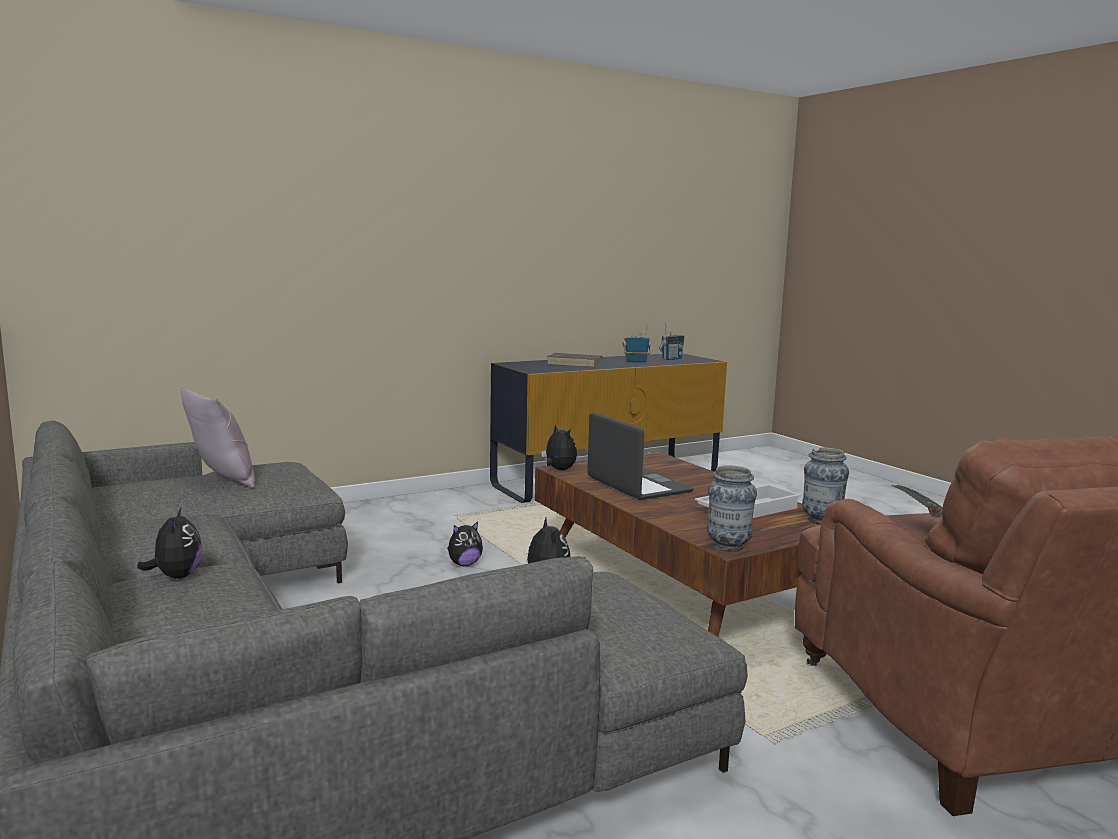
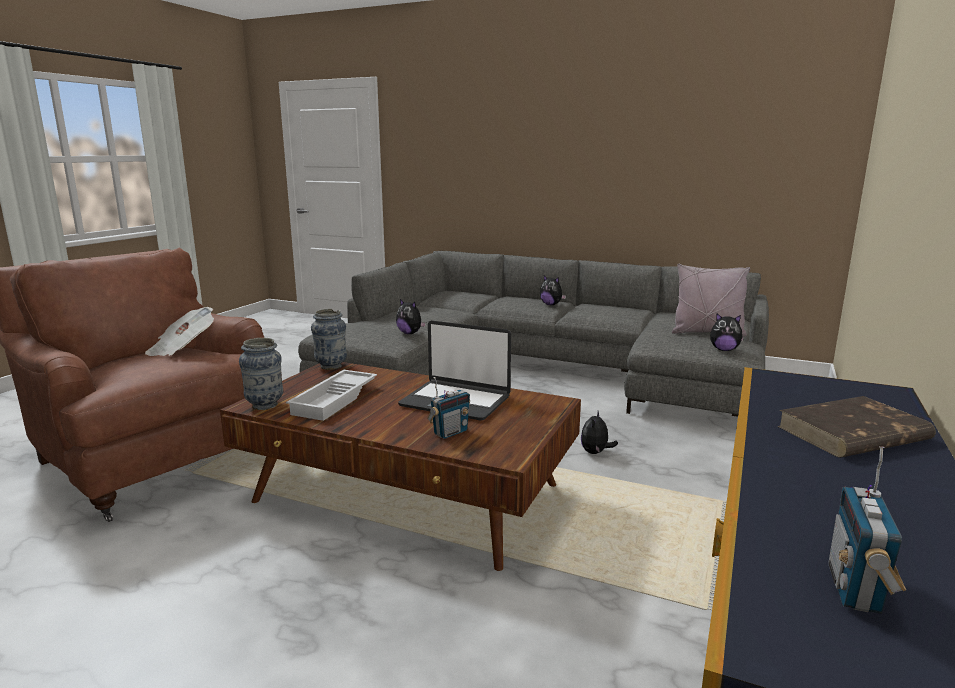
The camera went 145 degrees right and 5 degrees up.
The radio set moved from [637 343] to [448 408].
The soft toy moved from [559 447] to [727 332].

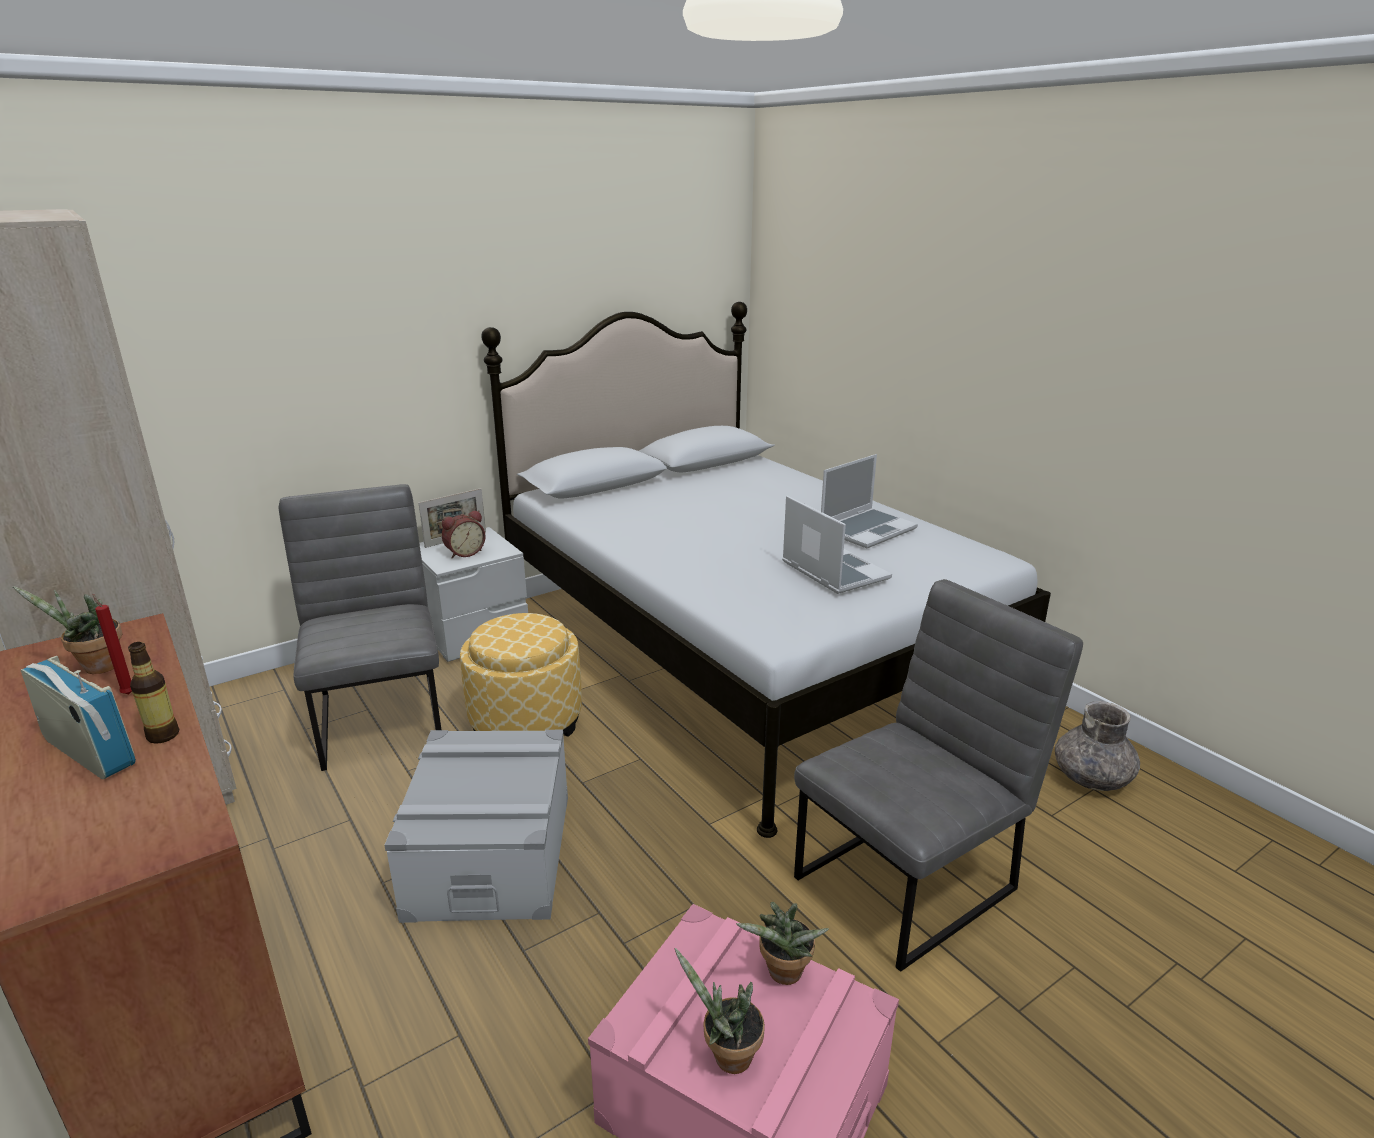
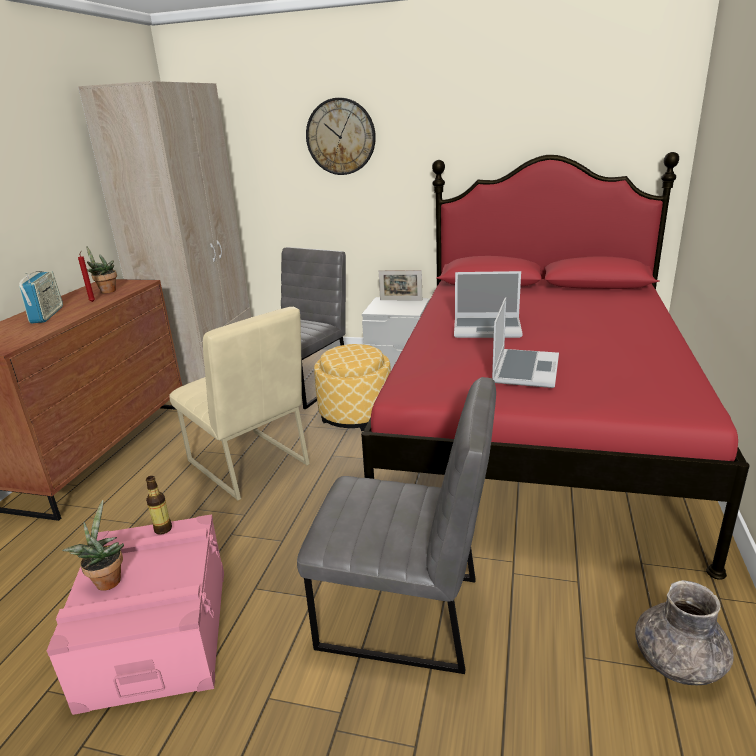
The camera went 50 degrees right and 0 degrees up.
The white-coloured sleeping bed at [766 570] became the reddish sleeping bed at [555 366].
The notebook computer moved from [869 501] to [488 304].
The table clock at [464 534] disappeared.
The beverage bottle moved from [153 693] to [159 505].
The grey storage bin at [476 826] was replaced by the sand-coloured chair at [239 403].
The plant in a pot at [782 943] disappeared.
The clock on the wall at [341 136] appeared.

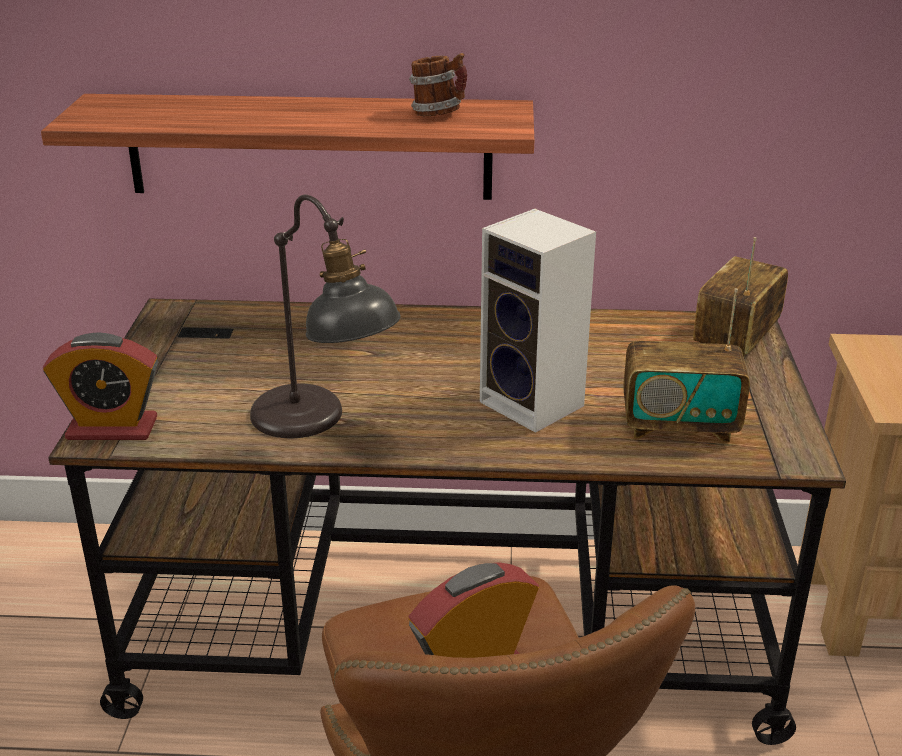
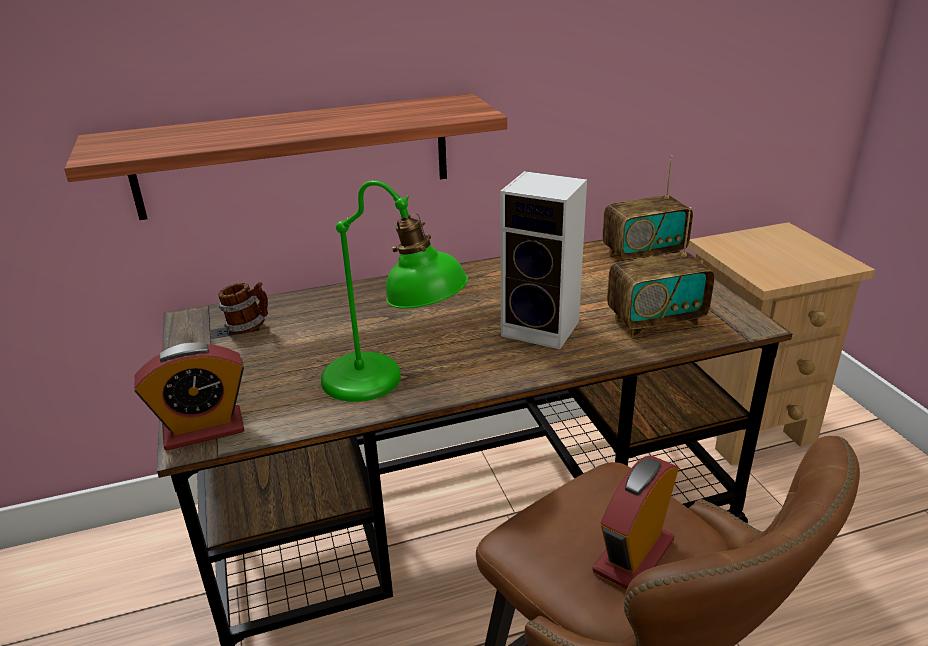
The camera went 20 degrees left and 0 degrees up.
The mug moved from [438 84] to [243 308].
The grey table lamp at [325 316] became the green table lamp at [394 291].
The radio set at [740 297] turned 120 degrees counterclockwise.

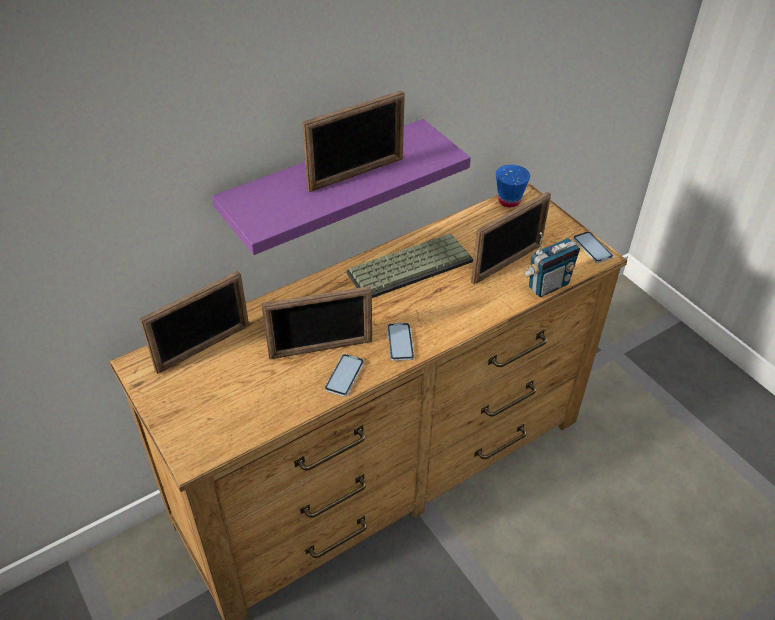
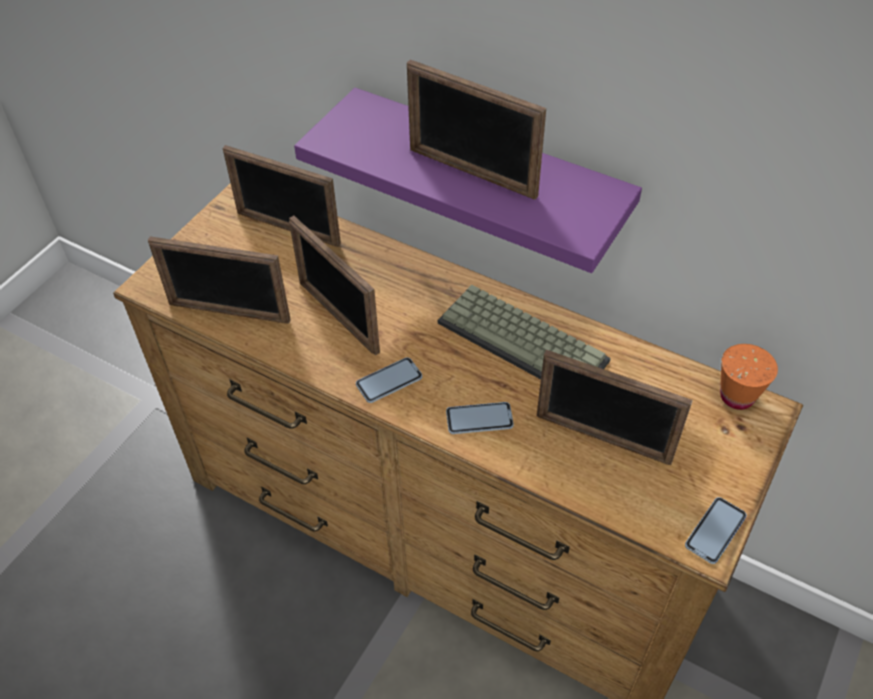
The camera went 65 degrees right and 5 degrees up.
The bluish cup at [513 186] became the orangey cup at [749 377].
The radio set at [551 264] disappeared.
The handset moved from [344 375] to [480 418].
The photo frame at [219 280] appeared.

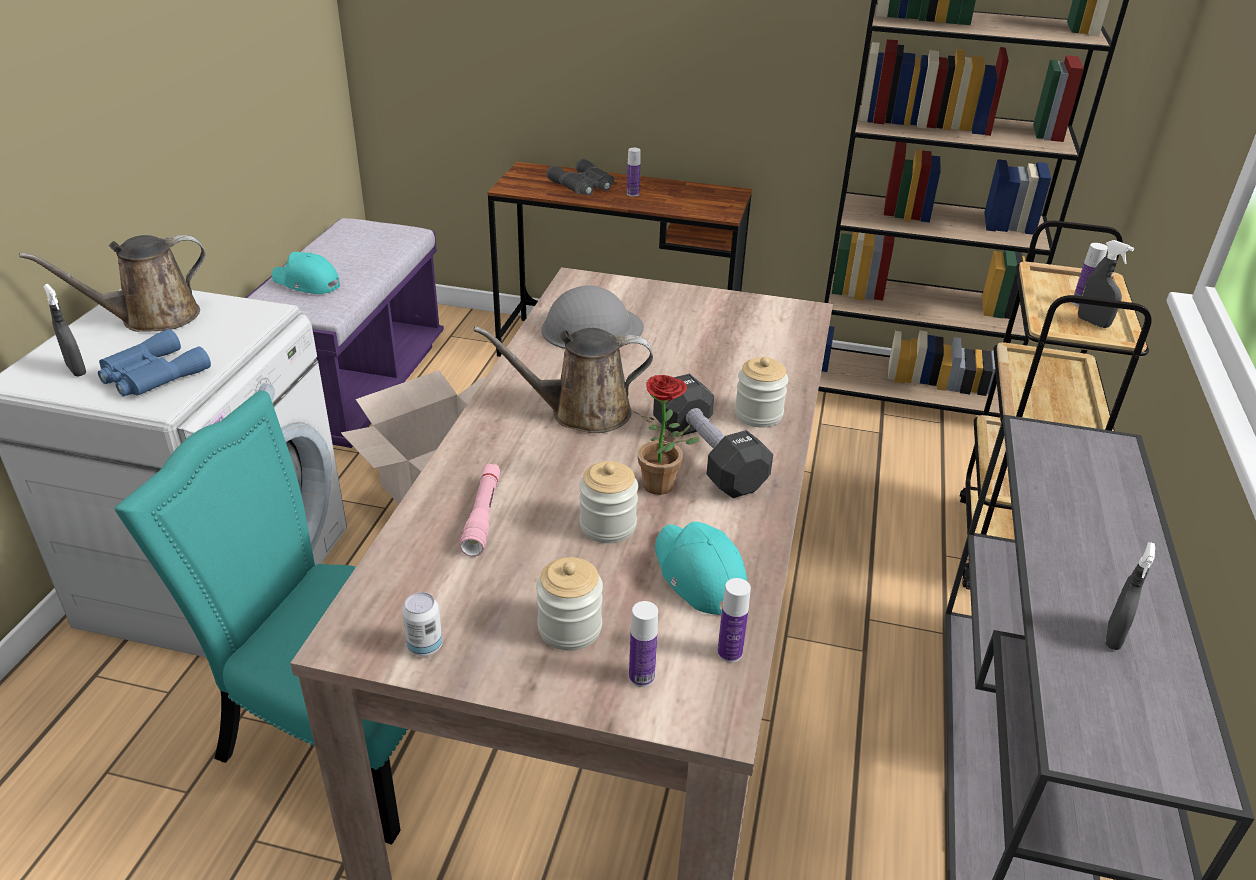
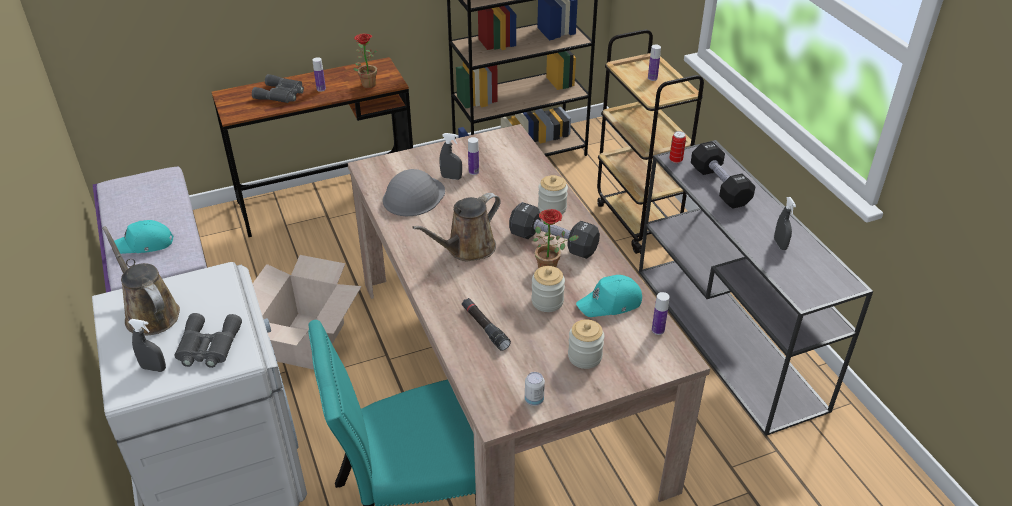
The camera went 35 degrees left and 5 degrees up.
The brownish watering pot at [112 283] turned 120 degrees clockwise.
The grey hand sprayer moved from [1106 284] to [451 156].
The bluish binoculars at [154 363] became the grey binoculars at [208 340].
The pink-coloured hand torch at [480 510] became the black hand torch at [486 324].
The blue-green peaked cap at [701 568] turned 45 degrees counterclockwise.
The beverage bottle moved from [643 644] to [473 156].
The plant in a pot at [365 61] appeared.
The metal can at [677 147] appeared.
The black dumbbell at [723 175] appeared.

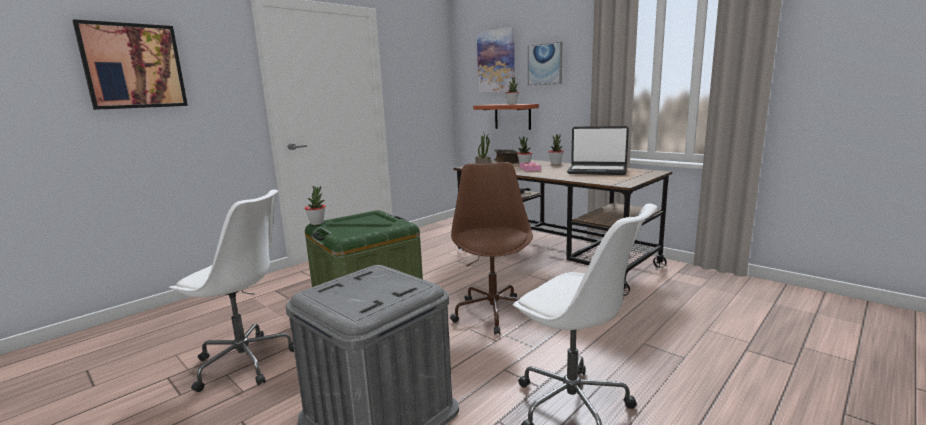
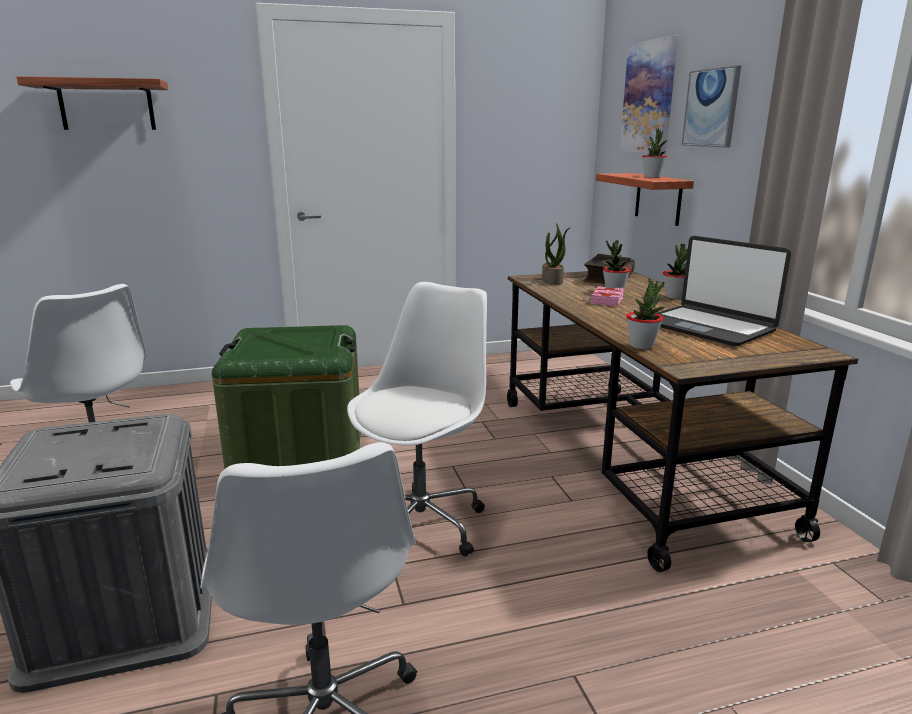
The camera went 30 degrees right and 5 degrees up.
The picture at [130 64] was replaced by the wall shelf at [92 103].
The brownish office chair at [491 248] became the white-coloured office chair at [417 419].
The plant in a pot moved from [315 205] to [645 314].

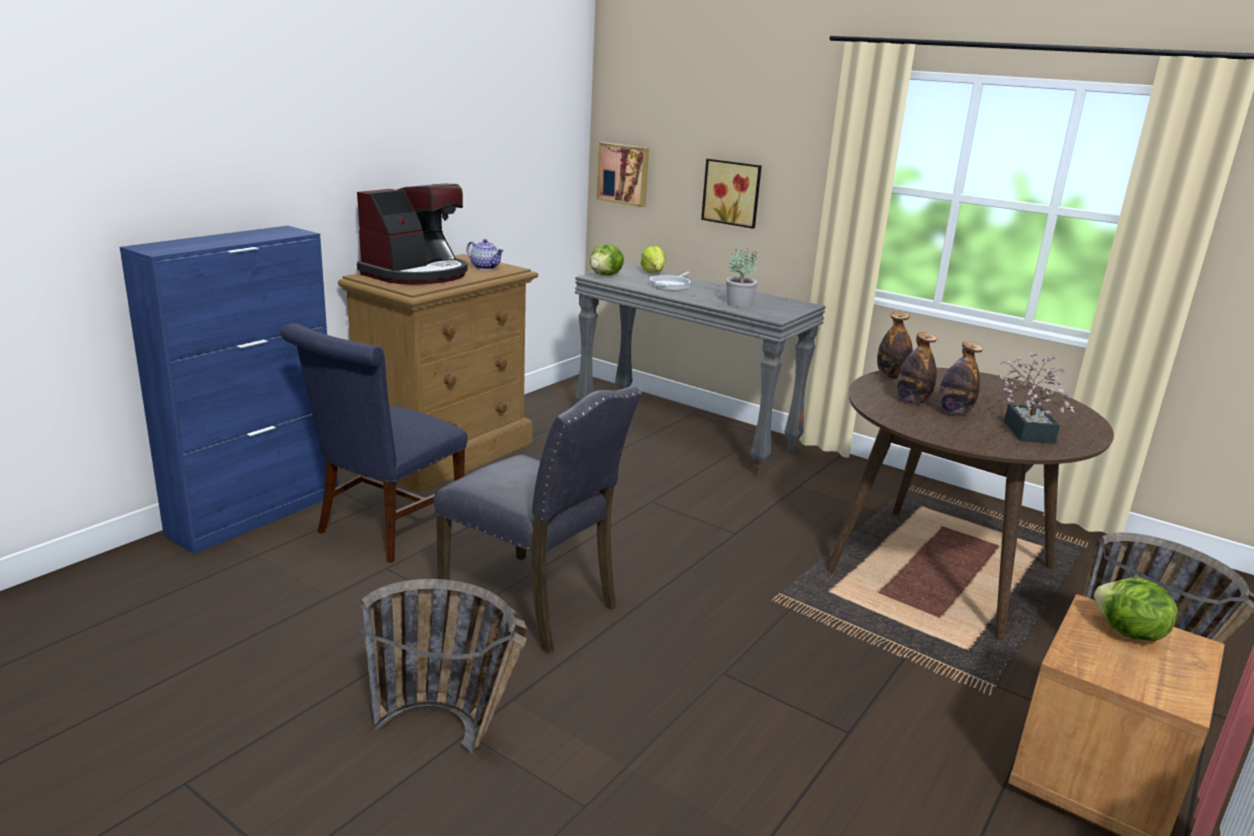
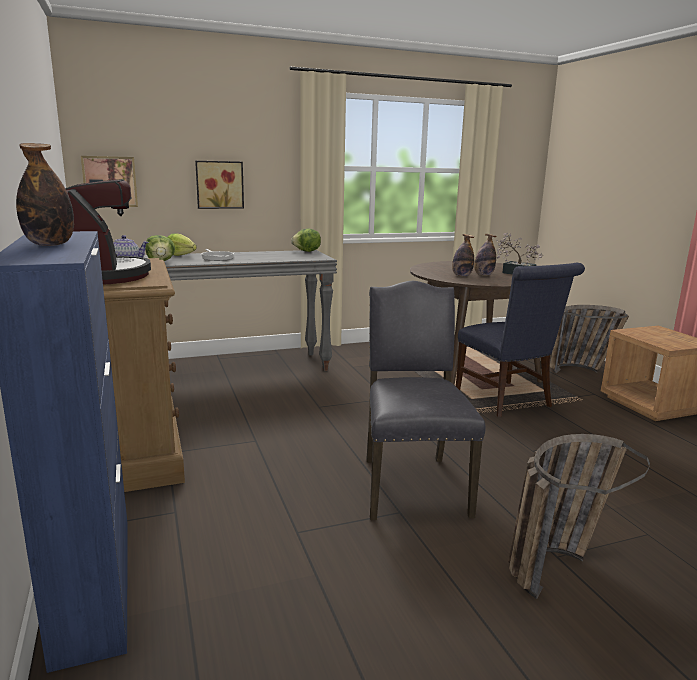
The camera went 55 degrees left and 5 degrees down.
The plant in a pot at [741 277] disappeared.
The beverage bottle moved from [895 345] to [45 194].
The bluish chair moved from [374 443] to [520 340].
The grey chair at [538 519] turned 75 degrees counterclockwise.
The lettuce moved from [1136 609] to [306 240].

